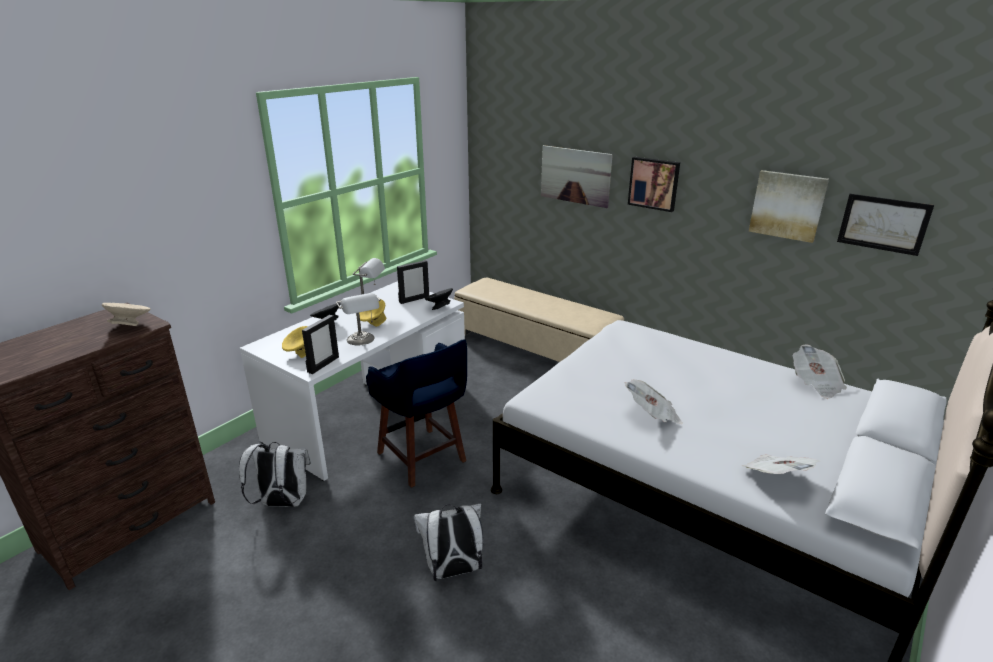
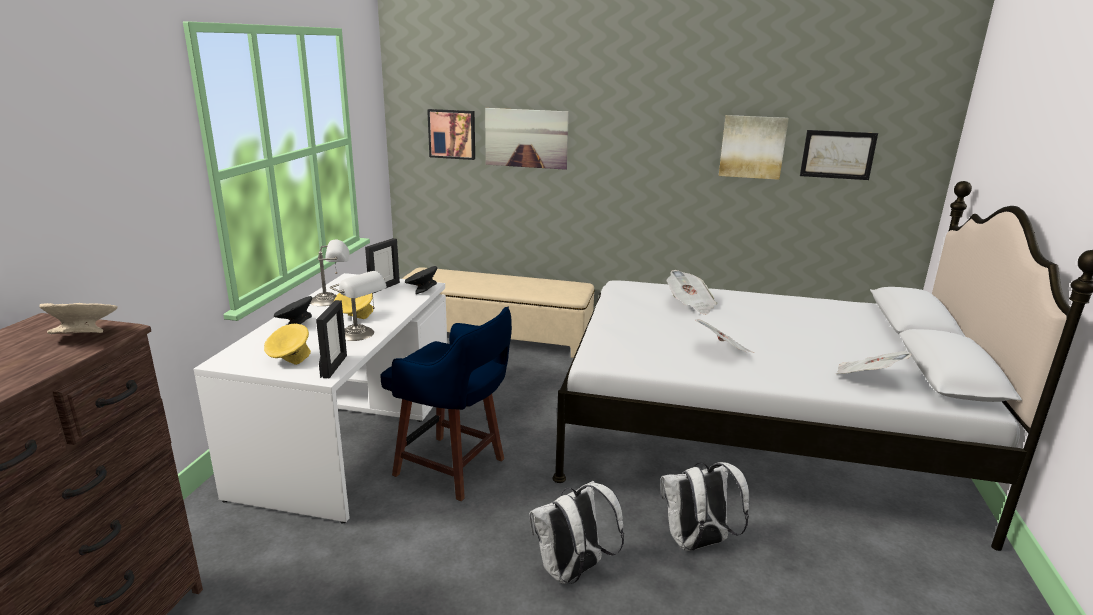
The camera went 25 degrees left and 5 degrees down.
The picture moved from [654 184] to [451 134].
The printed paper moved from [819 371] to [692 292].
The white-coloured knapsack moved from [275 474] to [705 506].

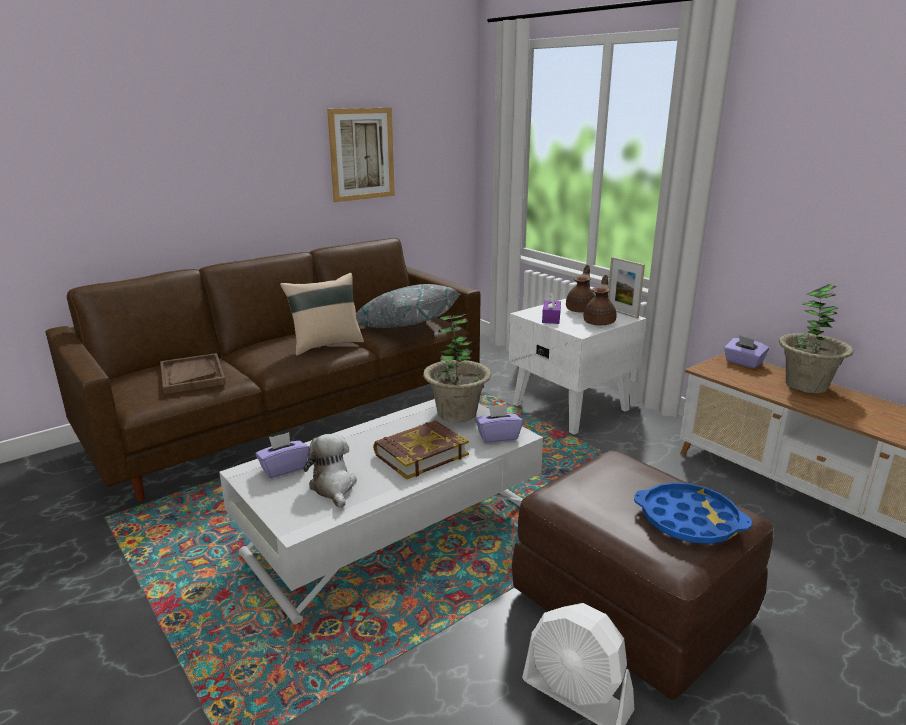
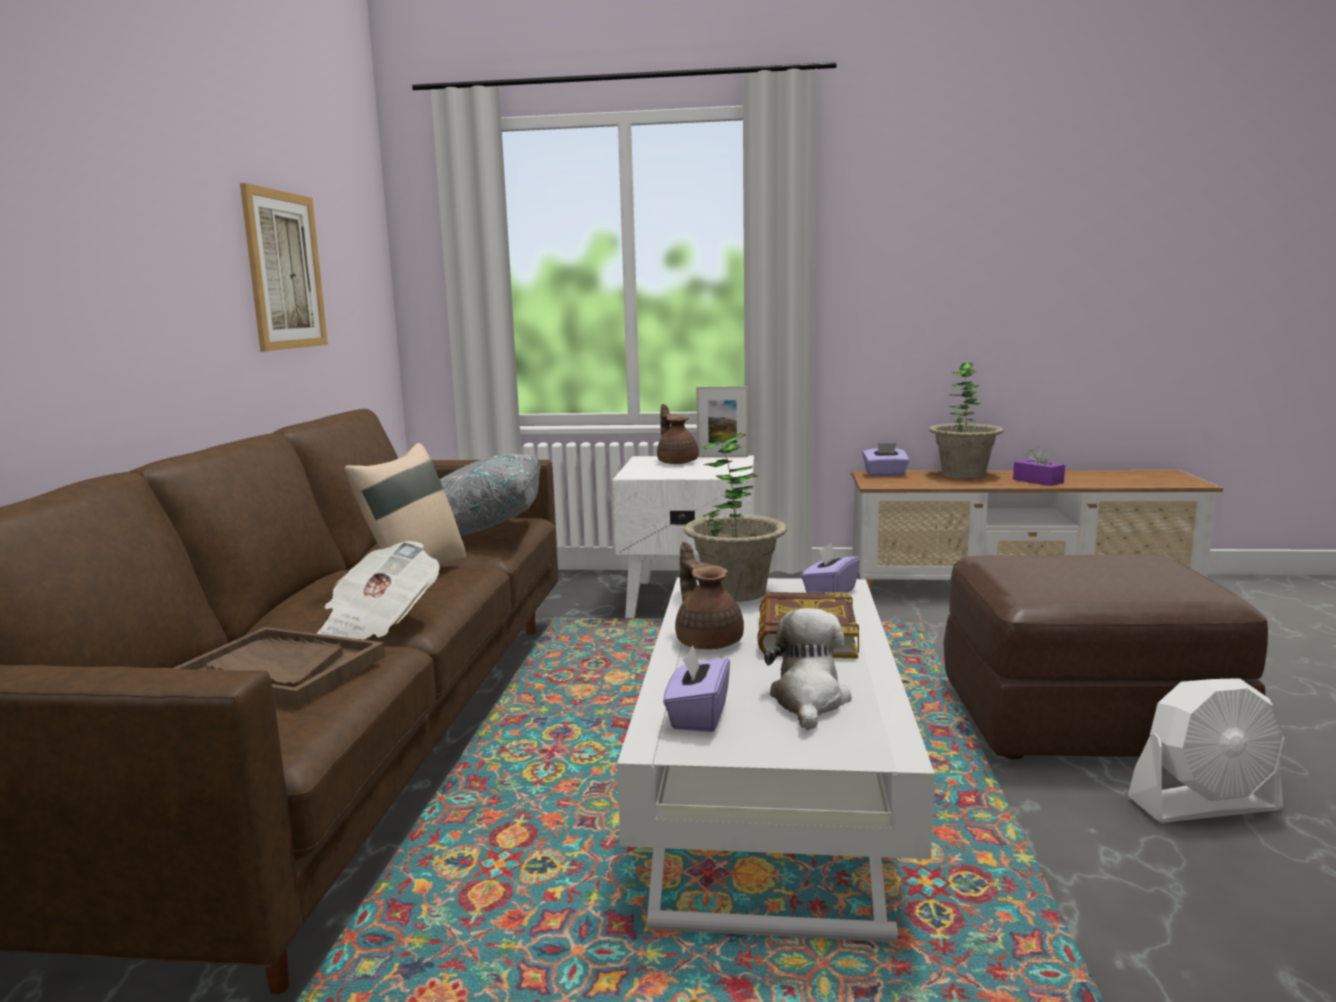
The camera went 45 degrees left and 10 degrees down.
The brownish pot for tea moved from [600 300] to [709 595].
The purplish tissue box moved from [551 308] to [1039 465].
The soft toy at [330 471] turned 75 degrees clockwise.
The bluish serving tray at [693 513] disappeared.
The printed paper at [378 590] appeared.

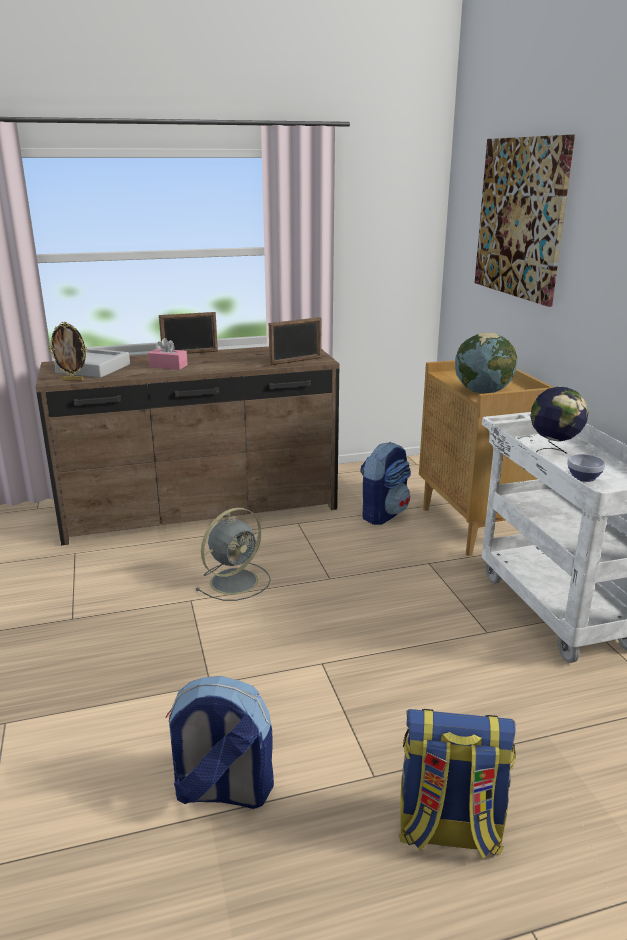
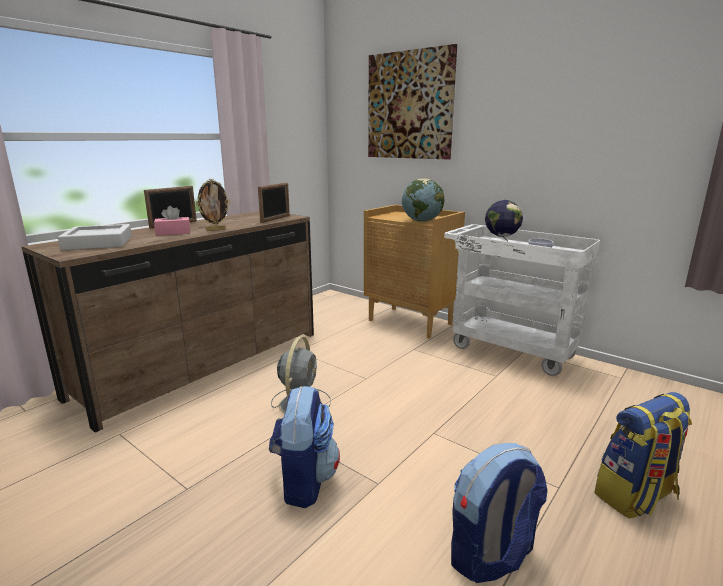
The camera went 35 degrees left and 5 degrees down.
The photo frame moved from [67 351] to [213 205].
The knapsack moved from [385 483] to [304 447].

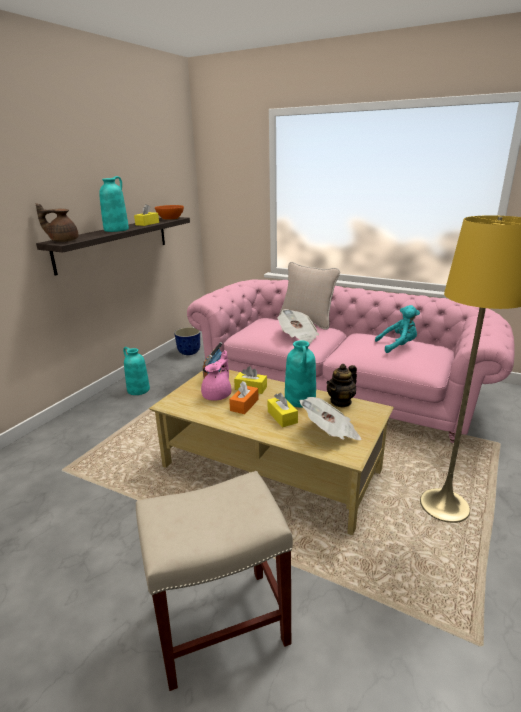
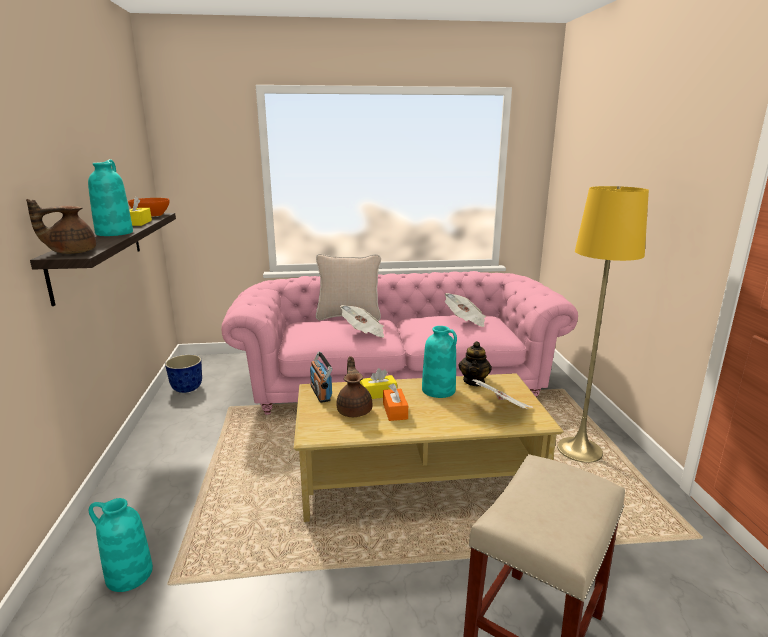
The camera went 35 degrees left and 5 degrees down.
The blue-green soft toy at [397 329] was replaced by the printed paper at [465 310].
The blue-green decorative vase moved from [136 371] to [121 545].
The pink-coloured pot for tea at [216 375] became the brownish pot for tea at [354 386].
The yellow tissue box at [282 410] disappeared.

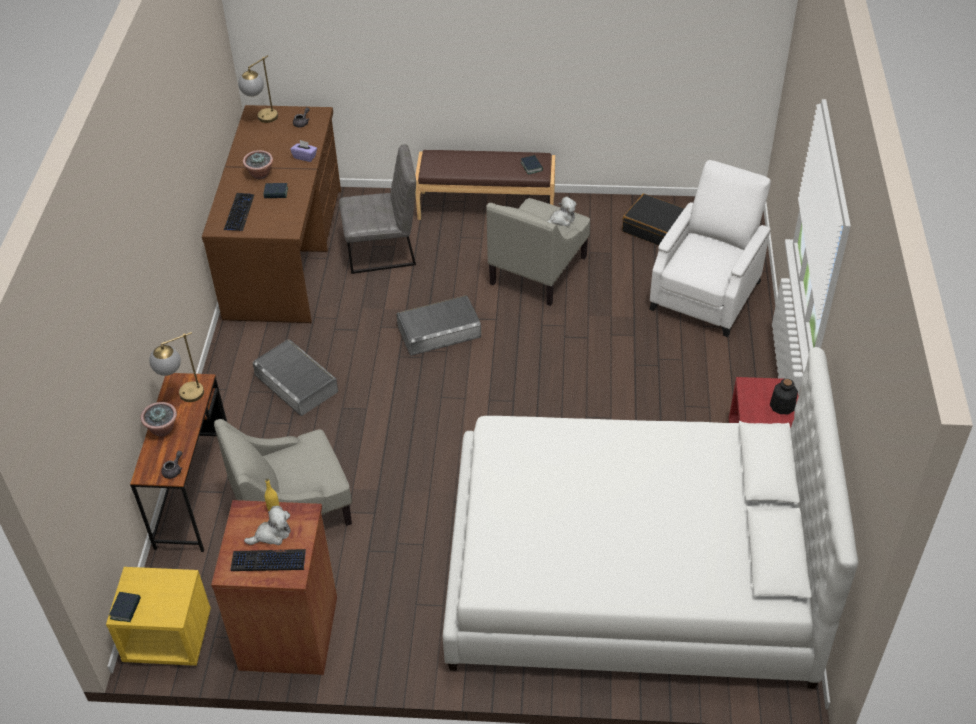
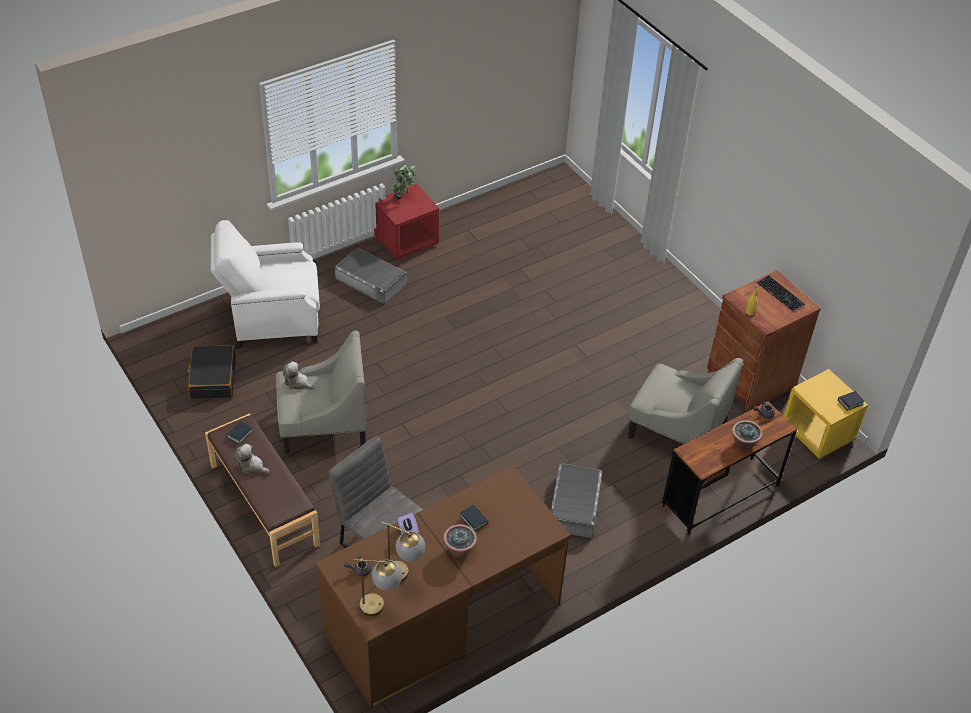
The camera went 130 degrees left and 0 degrees up.
The PC keyboard at [239 212] disappeared.
The grey storage bin moved from [438 325] to [371 276].
The table lamp moved from [176 367] to [403 552].
The white-coloured sleeping bed at [650 518] disappeared.
The beverage bottle at [784 396] was replaced by the plant in a pot at [404 182].
The soft toy moved from [267 525] to [252 459].

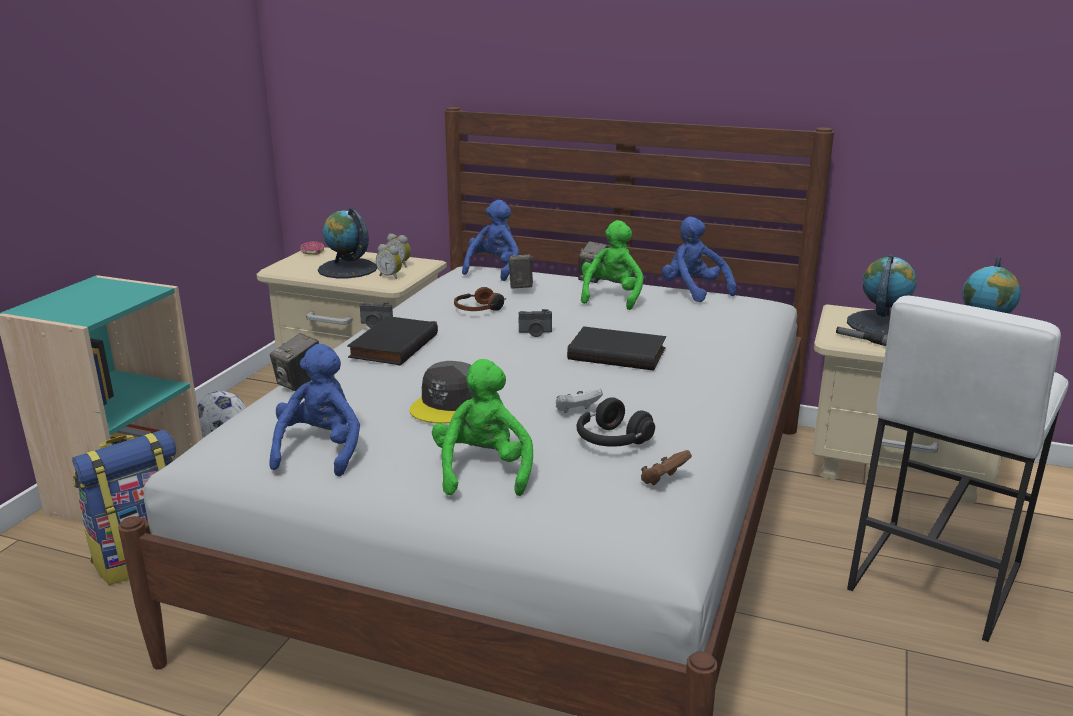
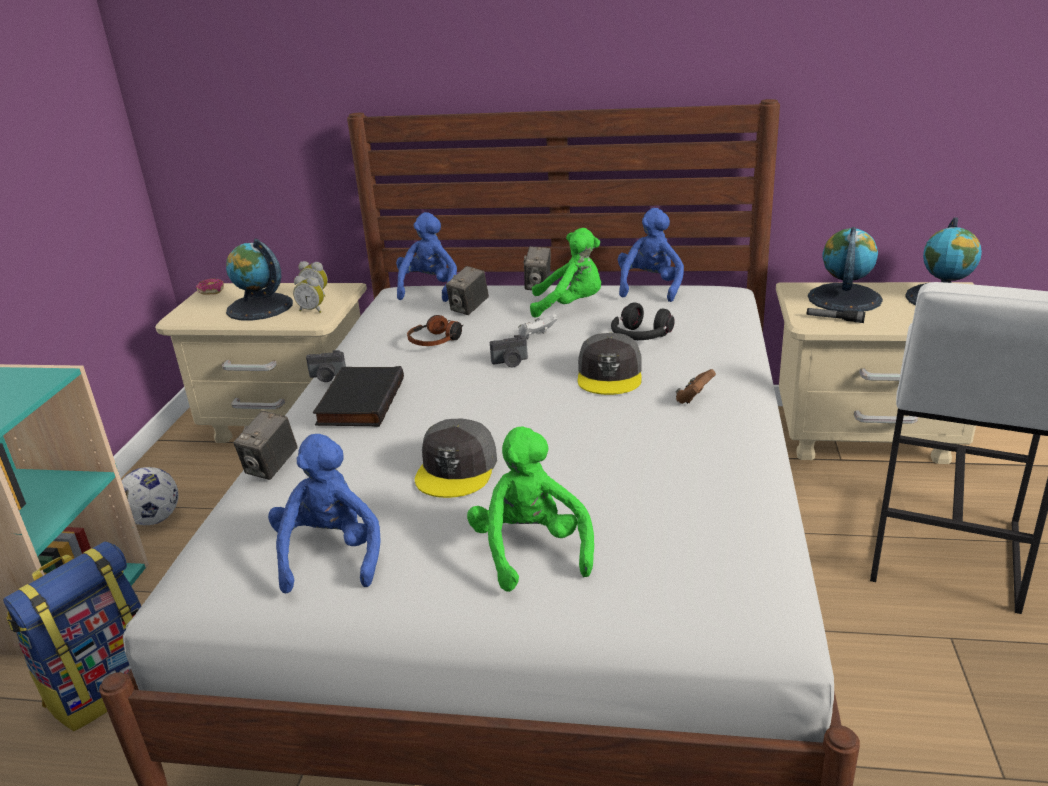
The camera went 10 degrees left and 5 degrees up.
The bluish soft toy at [699 259] turned 60 degrees clockwise.
The green soft toy at [612 265] turned 90 degrees clockwise.
The still camera at [521 271] turned 135 degrees counterclockwise.
The black volume at [616 348] was replaced by the grey peaked cap at [609 364].
The white-coloured joypad moved from [579 400] to [538 326].
The black pair of headphones moved from [615 422] to [643 321].
The brownish joypad moved from [666 467] to [696 386].

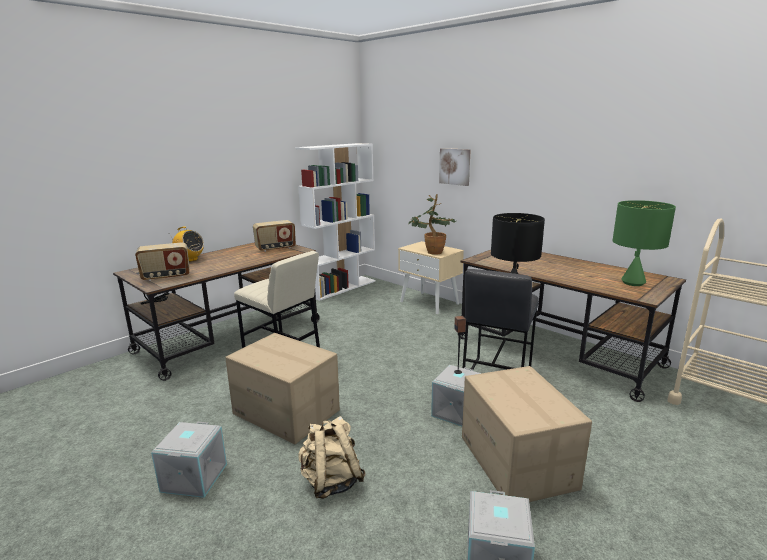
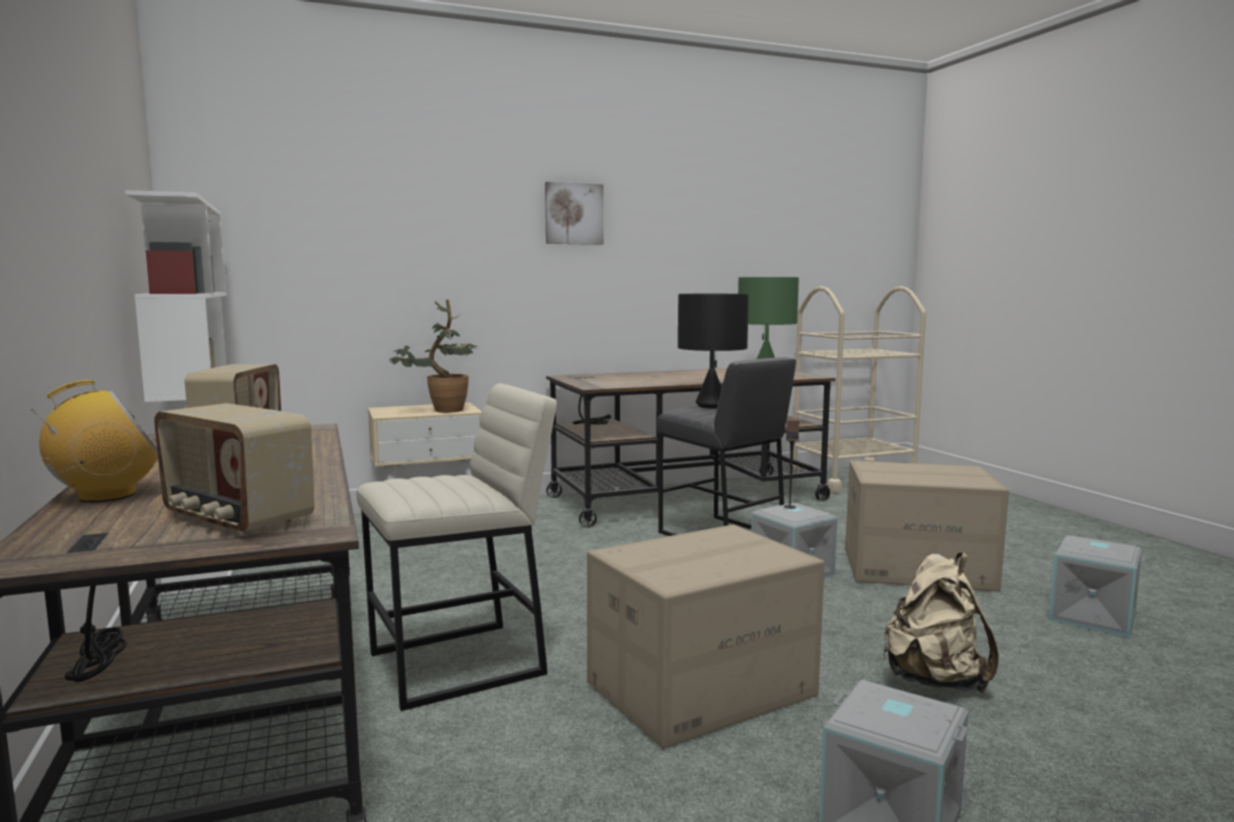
The camera went 65 degrees left and 10 degrees down.
The picture moved from [455 167] to [574 213].
The radio set at [162 261] turned 120 degrees clockwise.

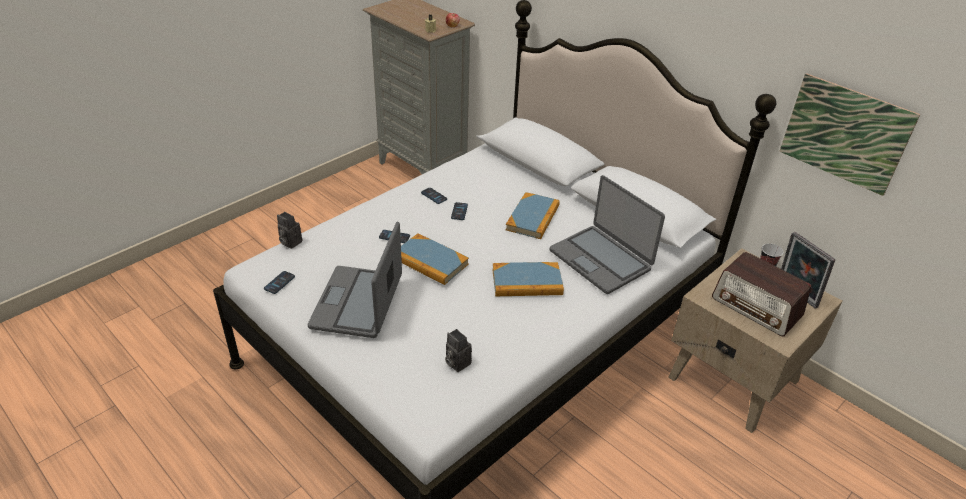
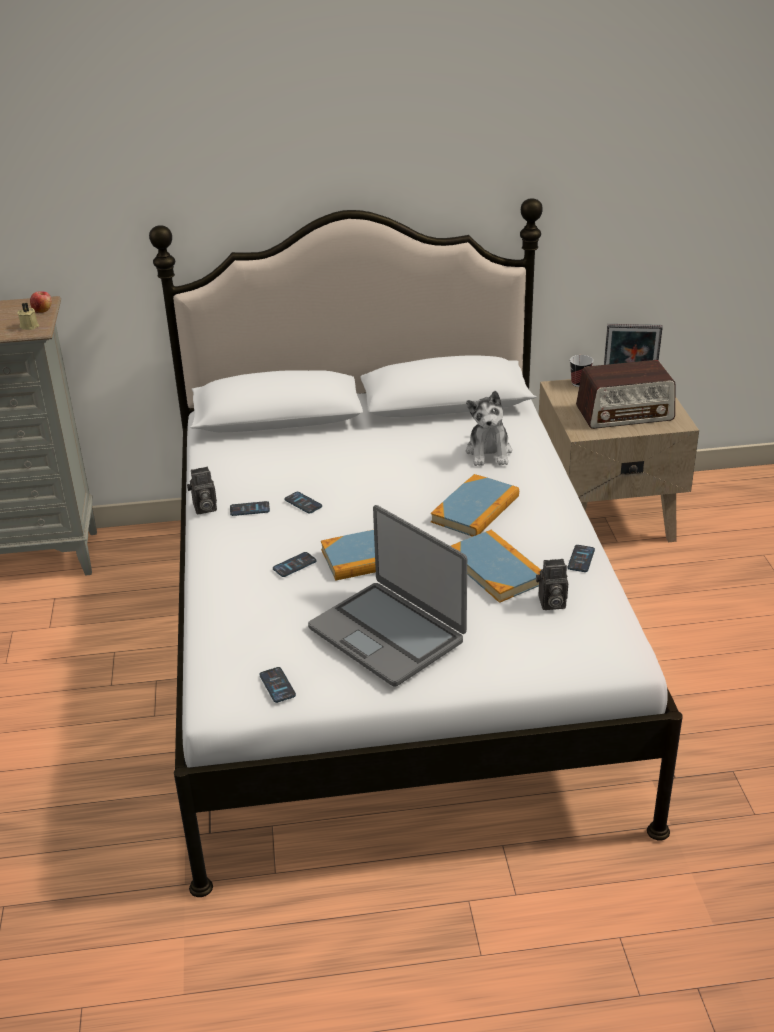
The camera went 50 degrees left and 5 degrees down.
The picture at [849 134] disappeared.
The notebook computer at [607 234] was replaced by the soft toy at [489 428].
The volume moved from [533 215] to [496 566].
The still camera moved from [289 230] to [202 490].
The handset at [581 558] appeared.

